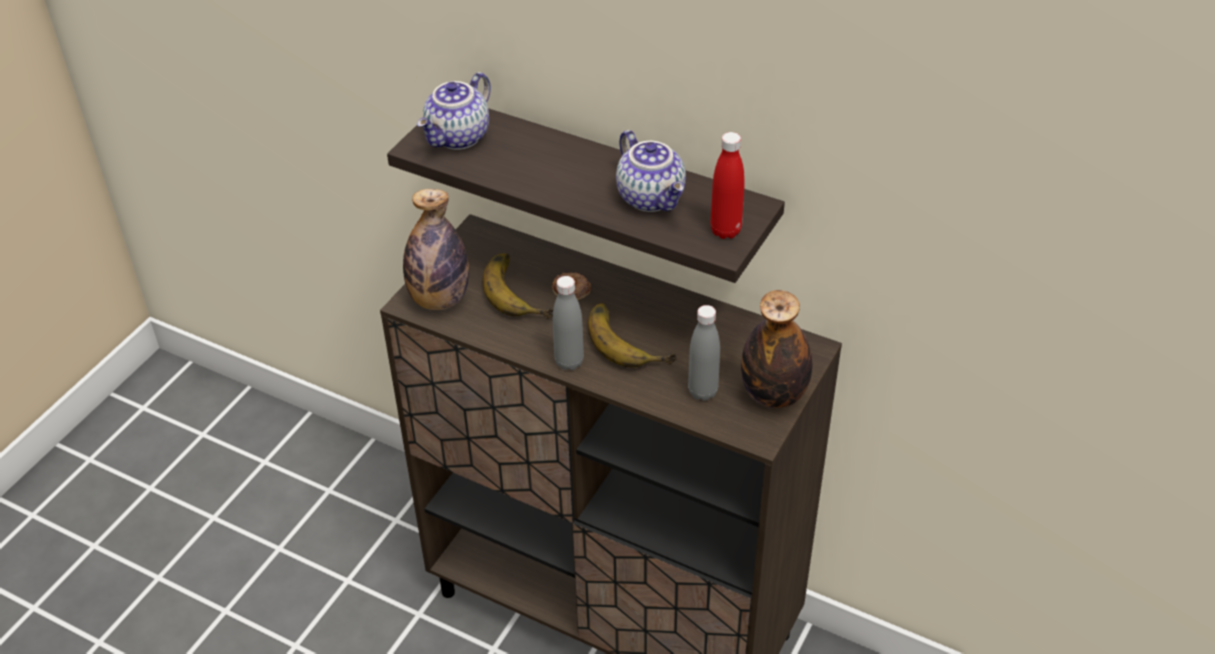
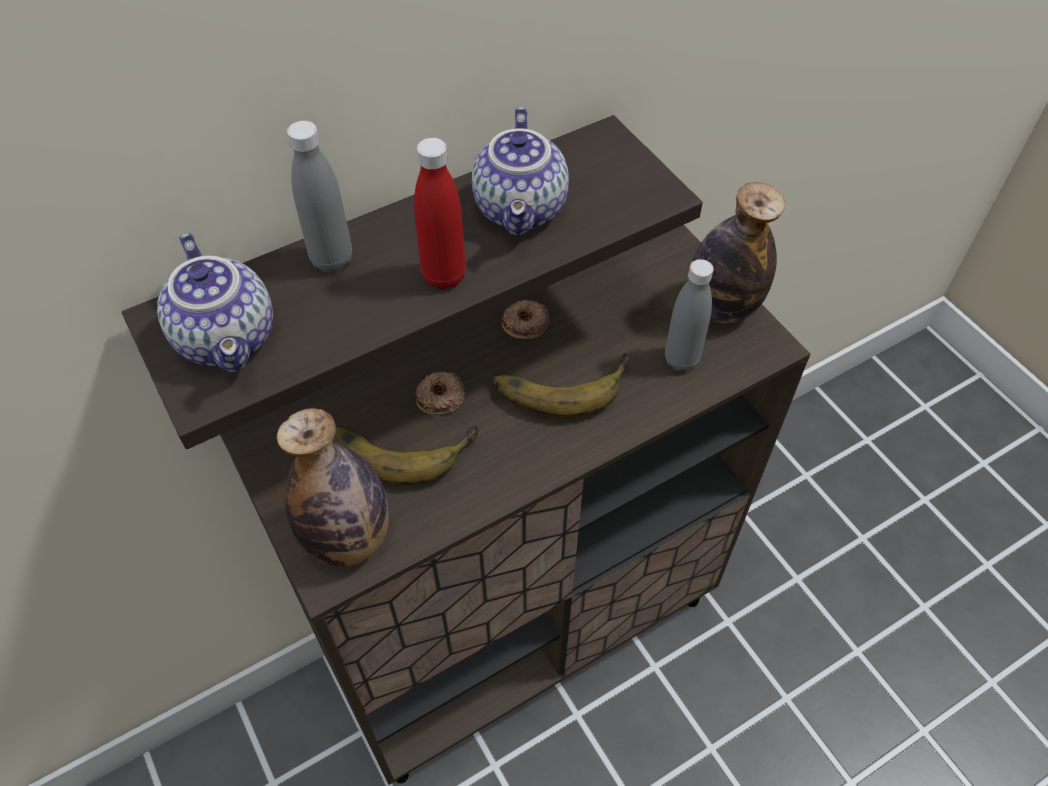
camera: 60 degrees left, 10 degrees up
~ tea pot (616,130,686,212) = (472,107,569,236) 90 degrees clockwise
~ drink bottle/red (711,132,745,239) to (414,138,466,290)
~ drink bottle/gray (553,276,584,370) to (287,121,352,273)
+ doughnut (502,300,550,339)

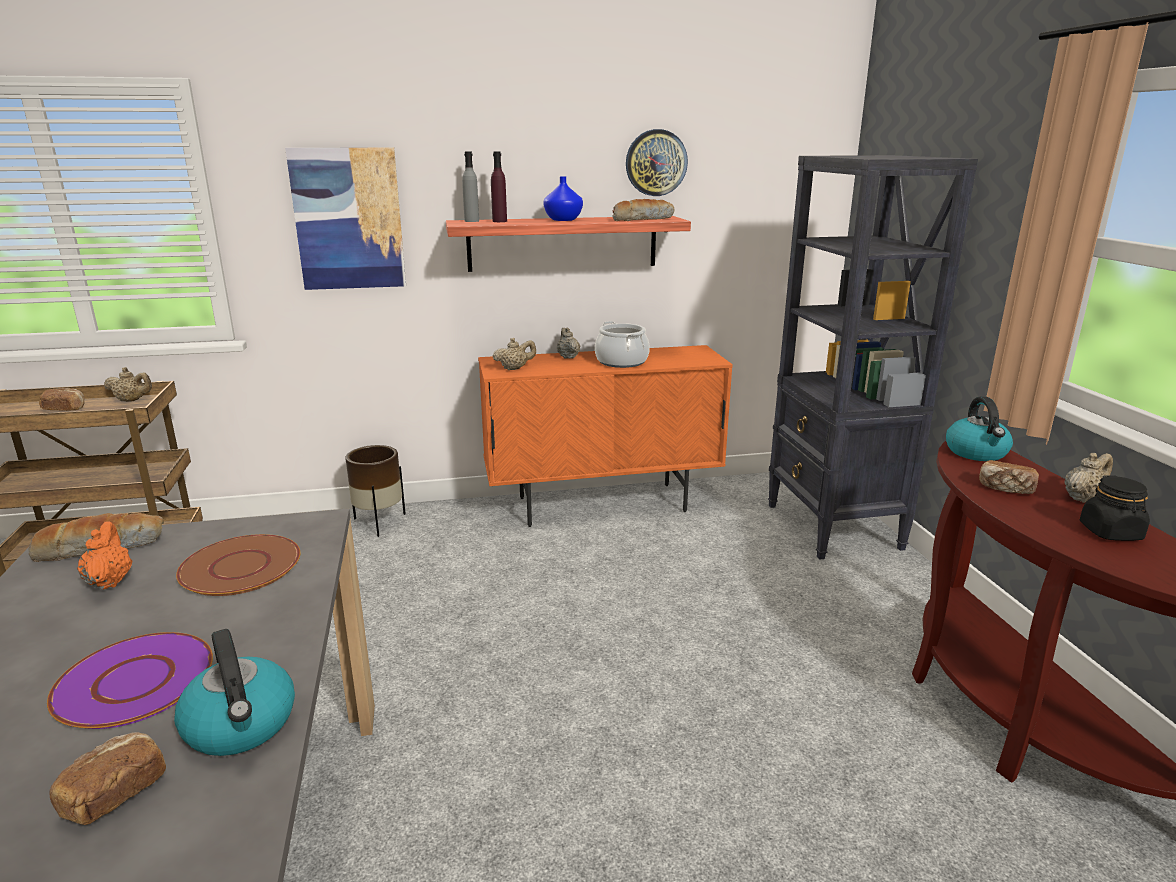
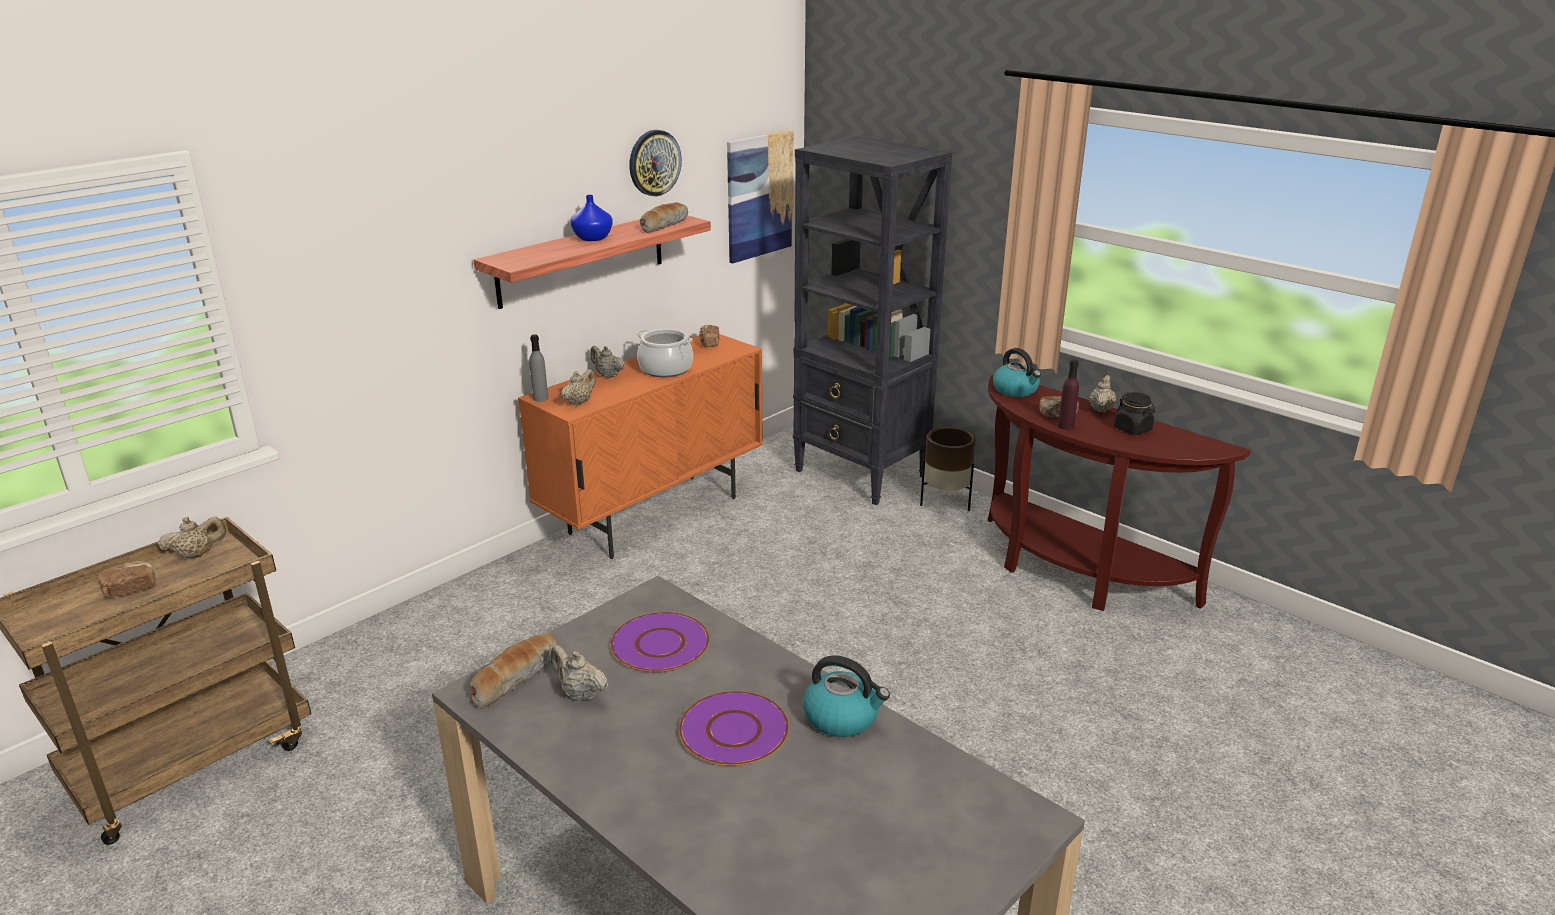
camera: 35 degrees left, 5 degrees up
~ wall picture (285,147,406,290) to (727,130,794,263)
~ drink bottle/gray (462,151,479,222) to (529,334,549,402)
~ drink bottle/purplish (491,151,507,222) to (1058,360,1079,430)
~ planter/brown-coloured (345,445,406,537) to (920,427,976,511)
~ tea pot/orange-coloured (77,521,132,590) to tea pot/beige-coloured (550,645,608,701)
~ plate/brown-coloured (176,534,300,596) to plate/purplish (610,612,710,673)
~ bread (50,732,166,825) to (699,325,719,347)

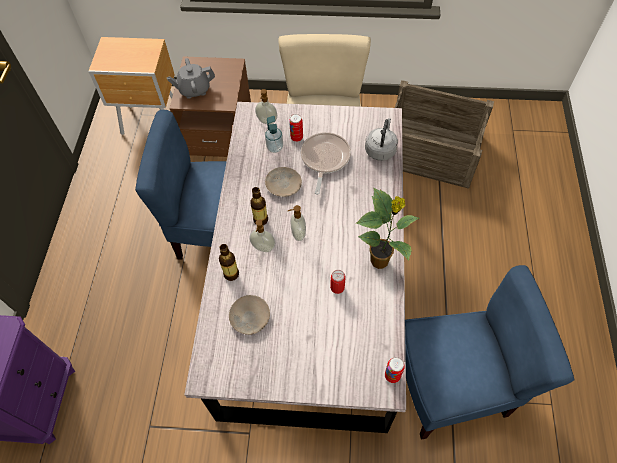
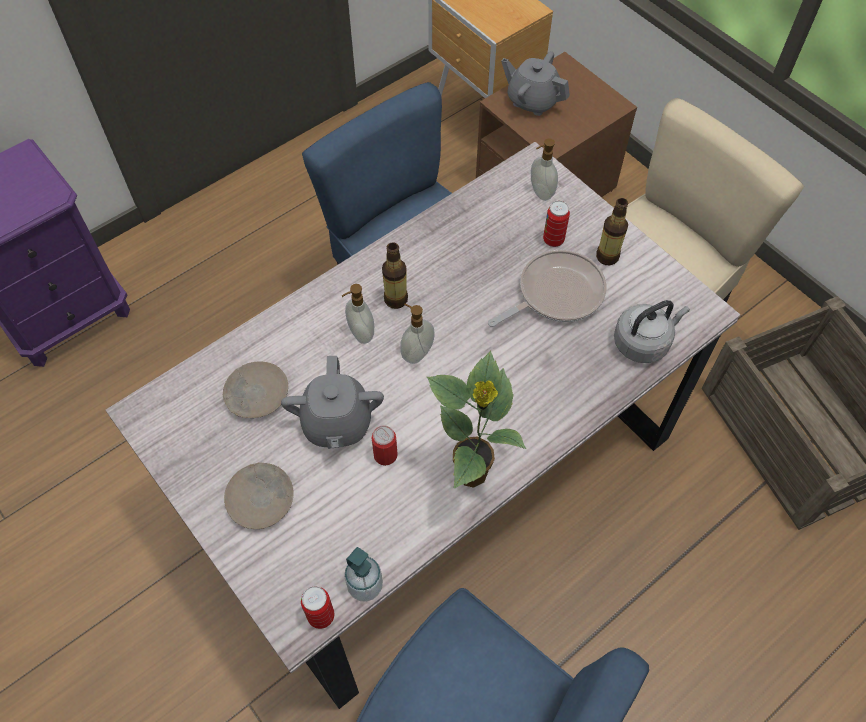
camera: 45 degrees right, 0 degrees up
~ soap bottle (265,116,283,153) to (344,547,383,602)
~ plate/beige-coloured (265,167,302,197) to (224,463,294,529)
~ drink bottle (219,244,239,281) to (596,198,628,265)
+ tea pot/gray (281,356,384,449)

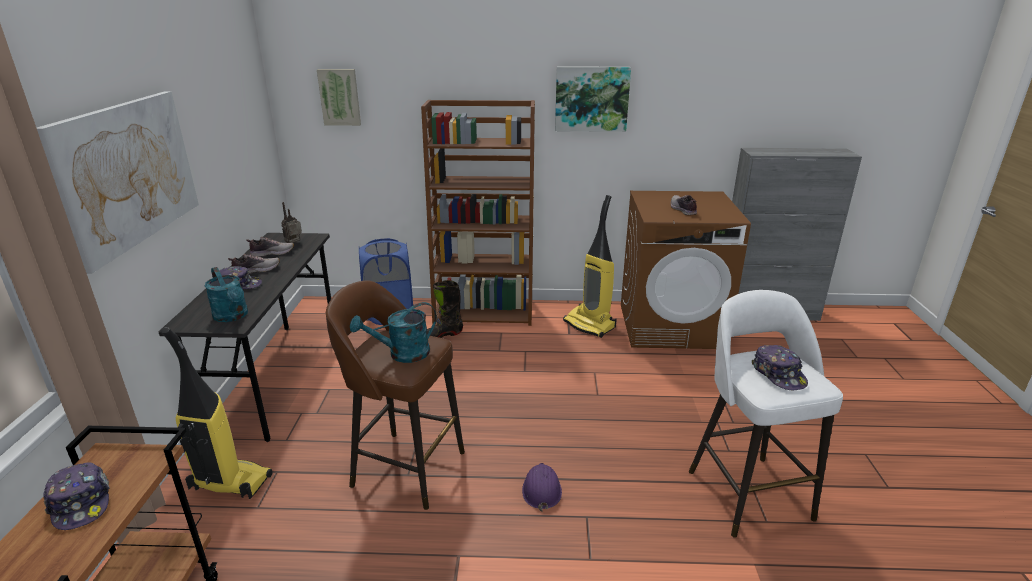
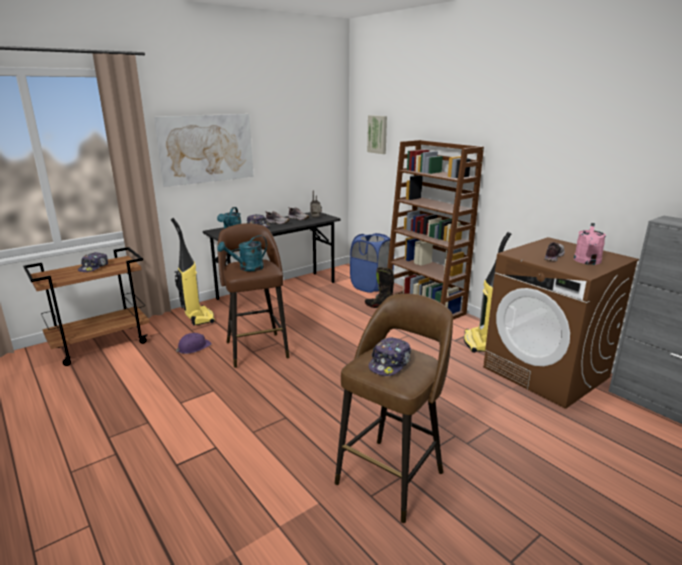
camera: 50 degrees right, 5 degrees down
- wall picture (555,66,631,132)
~ stool seat/whitish (689,290,843,538) to stool seat/brown-coloured (335,294,453,523)
~ watering can/turquoise-coloured (350,302,437,363) = (217,235,267,271) 60 degrees counterclockwise
~ work helmet/purplish (522,463,562,512) to (176,333,212,354)
+ watering can/pinkish (574,223,606,265)

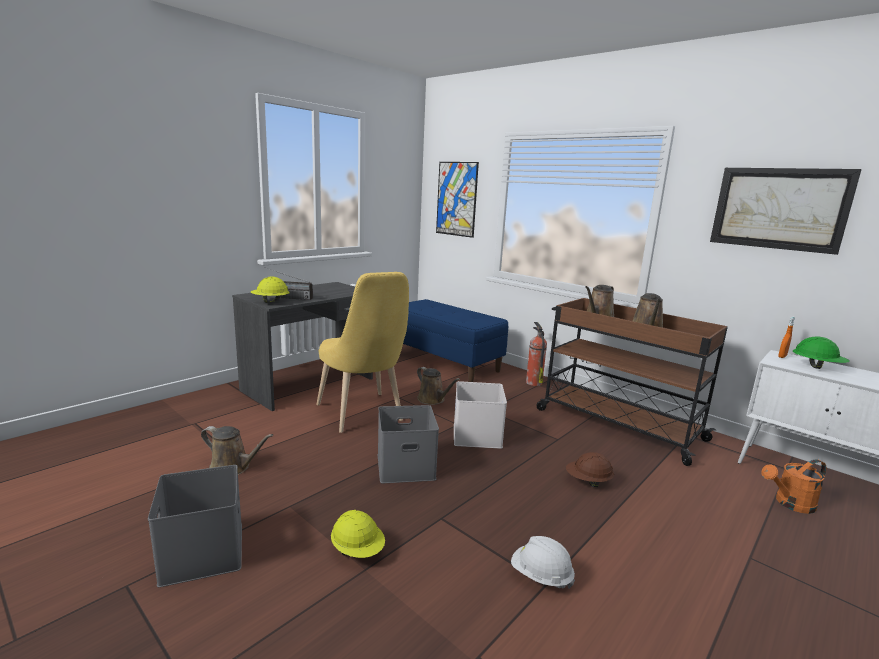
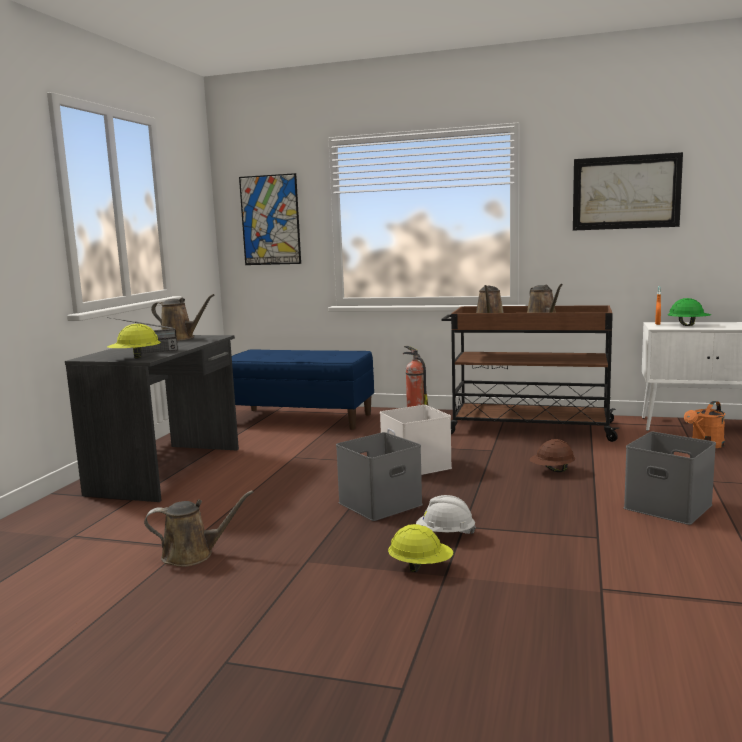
camera: 25 degrees left, 5 degrees down
- upright chair/yellowish (316,272,409,433)
~ watering can/brown-coloured (417,367,460,405) to (151,294,214,341)
~ storage box/gray (148,465,242,587) to (624,432,716,525)
~ work helmet/whitish (511,536,575,589) to (416,495,476,534)

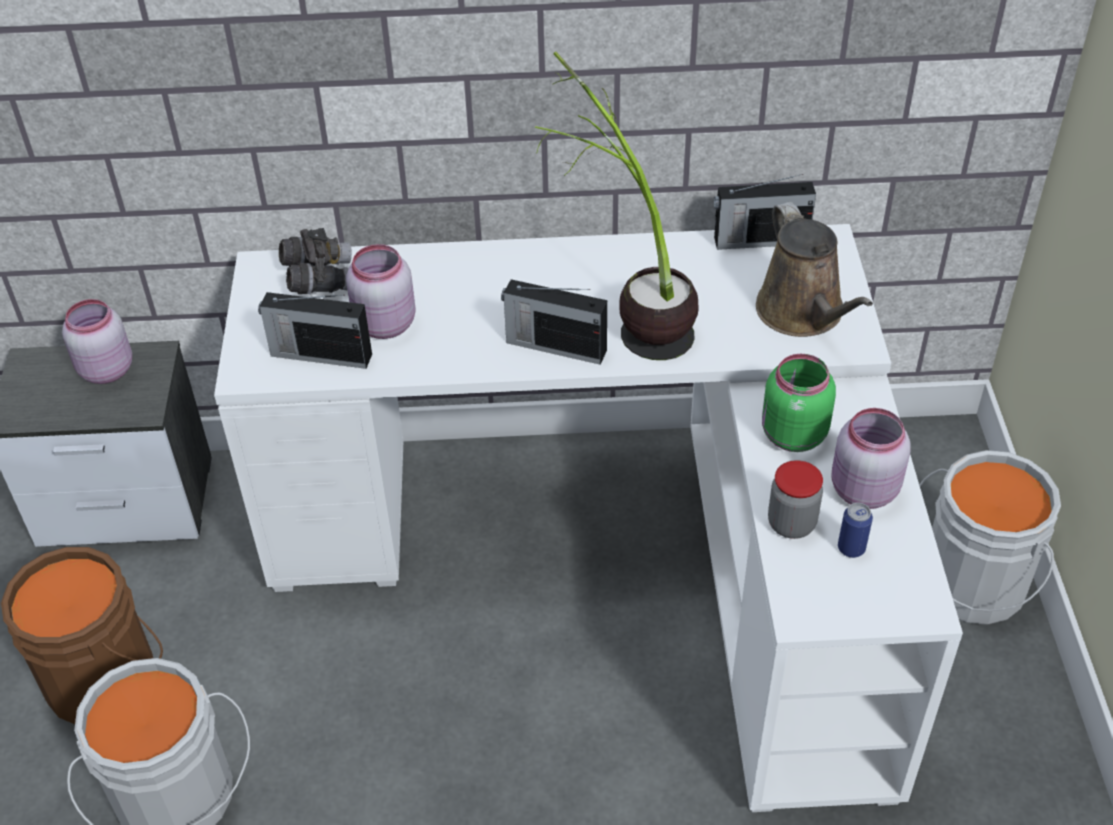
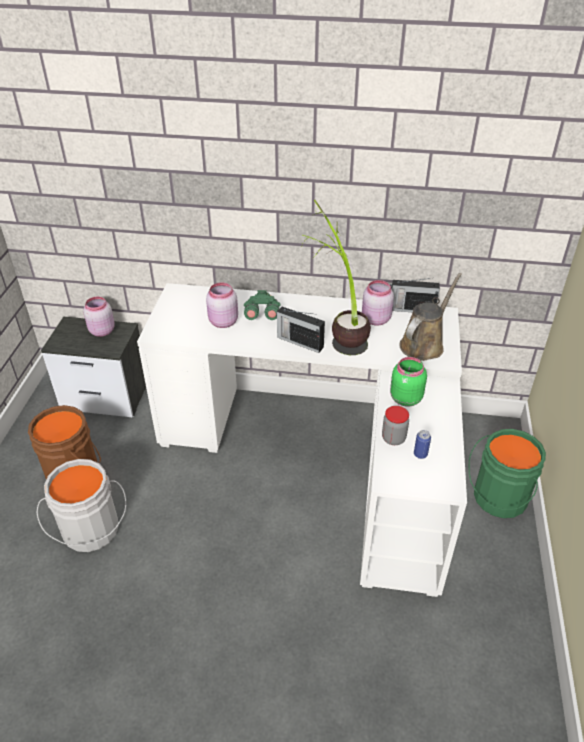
camera: 10 degrees right, 5 degrees down
~ watering can/brown-coloured (756,202,873,337) = (399,273,462,361) 135 degrees counterclockwise
- field glasses/gray (279,228,352,294)
- radio (258,292,372,369)
~ storage jar/pinkish (831,408,911,509) to (362,280,394,326)
~ bucket/gray (919,450,1061,625) to bucket/green-coloured (469,429,546,518)
+ field glasses/green-coloured (244,290,280,320)

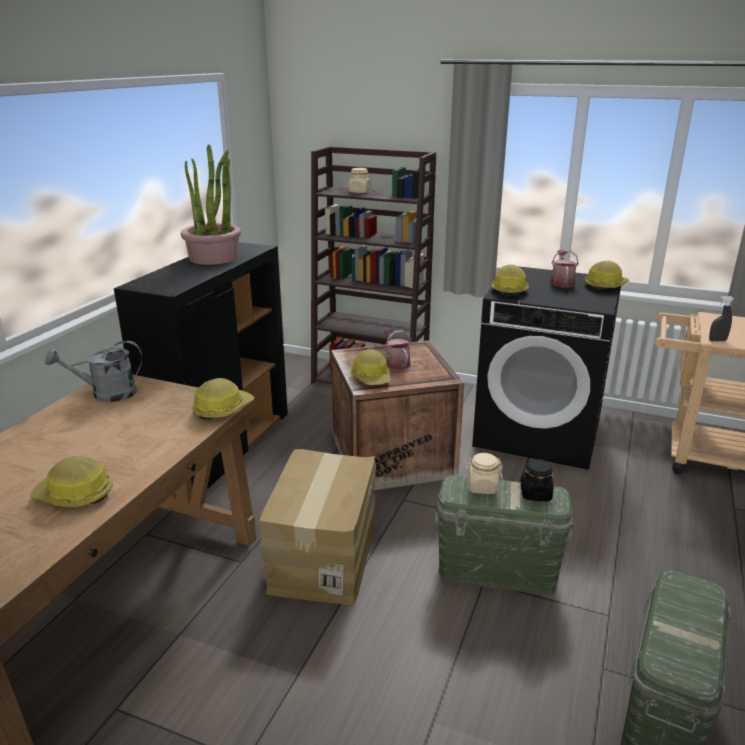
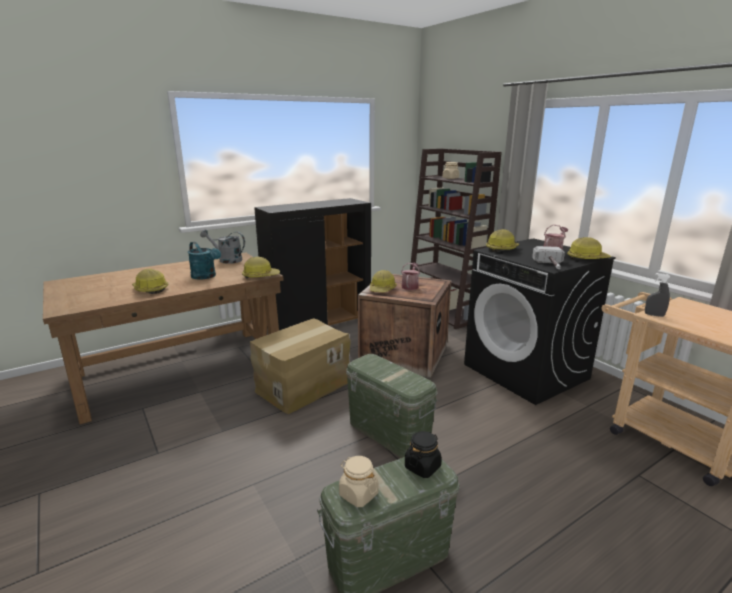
camera: 35 degrees right, 5 degrees down
- plant in a pot (181,145,241,265)
~ storage jar/beige-coloured (465,453,503,494) to (339,456,378,507)
~ storage jar/blackish (521,459,553,501) to (405,431,442,478)
+ watering can/turquoise-coloured (188,242,221,279)
+ hammer (532,246,565,269)

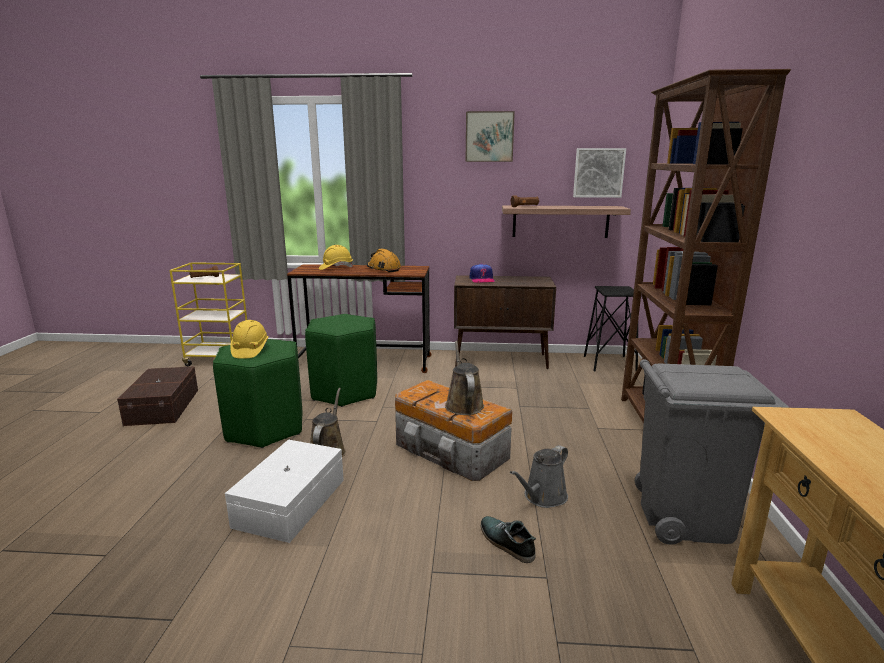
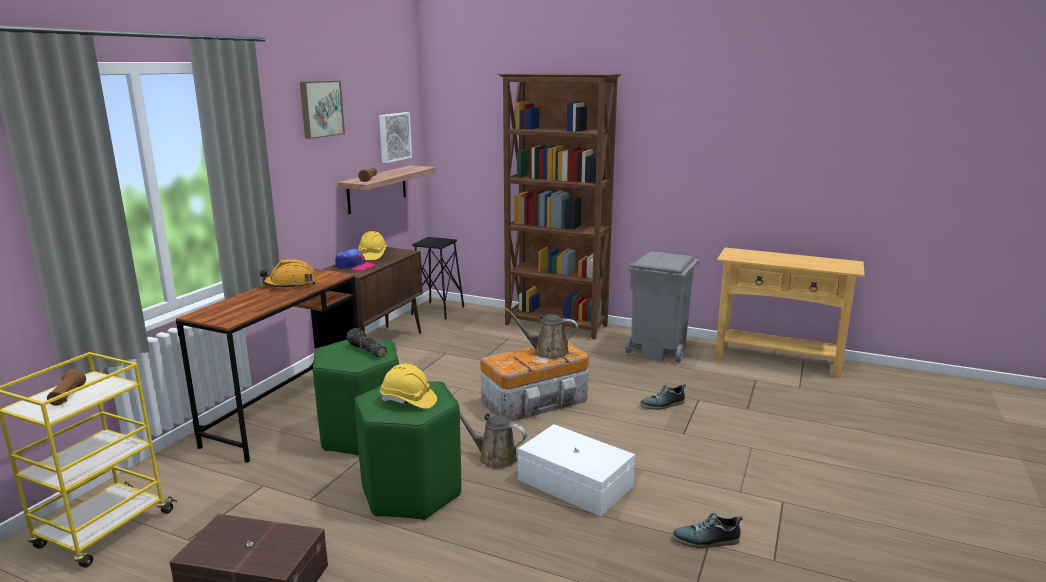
camera: 70 degrees left, 0 degrees up
~ work helmet/yellowish (319,245,353,270) to (358,231,387,260)
- watering can/gray (510,445,568,508)
+ torch (346,328,387,358)
+ low shoe (672,513,743,548)

